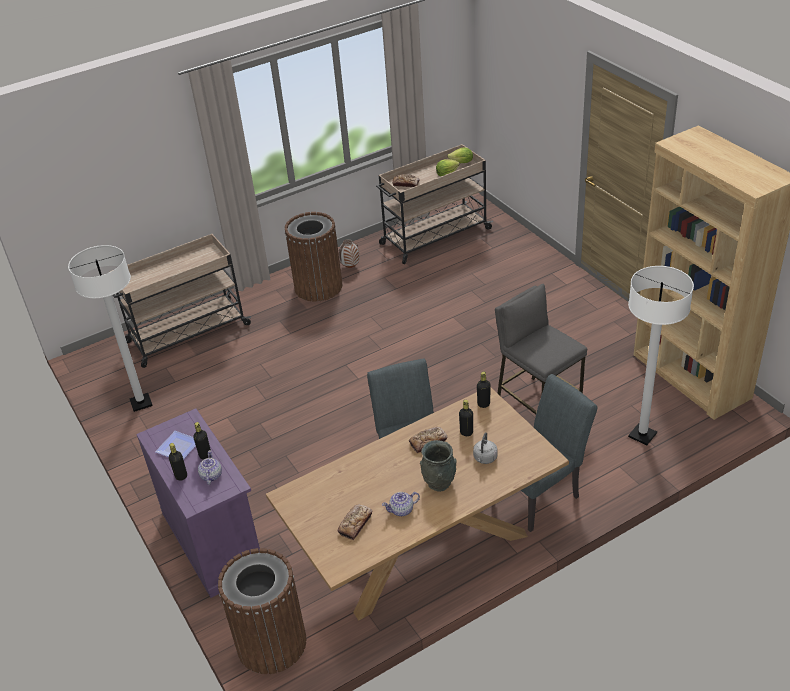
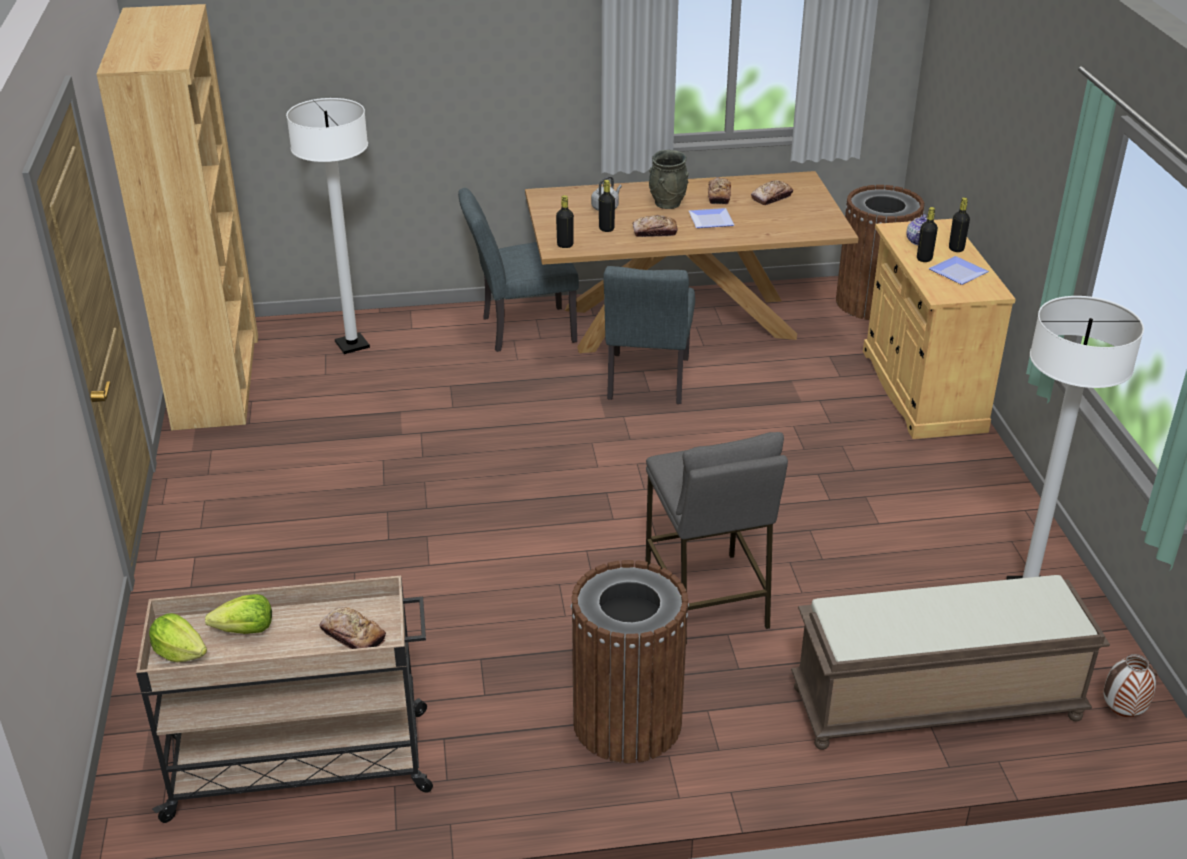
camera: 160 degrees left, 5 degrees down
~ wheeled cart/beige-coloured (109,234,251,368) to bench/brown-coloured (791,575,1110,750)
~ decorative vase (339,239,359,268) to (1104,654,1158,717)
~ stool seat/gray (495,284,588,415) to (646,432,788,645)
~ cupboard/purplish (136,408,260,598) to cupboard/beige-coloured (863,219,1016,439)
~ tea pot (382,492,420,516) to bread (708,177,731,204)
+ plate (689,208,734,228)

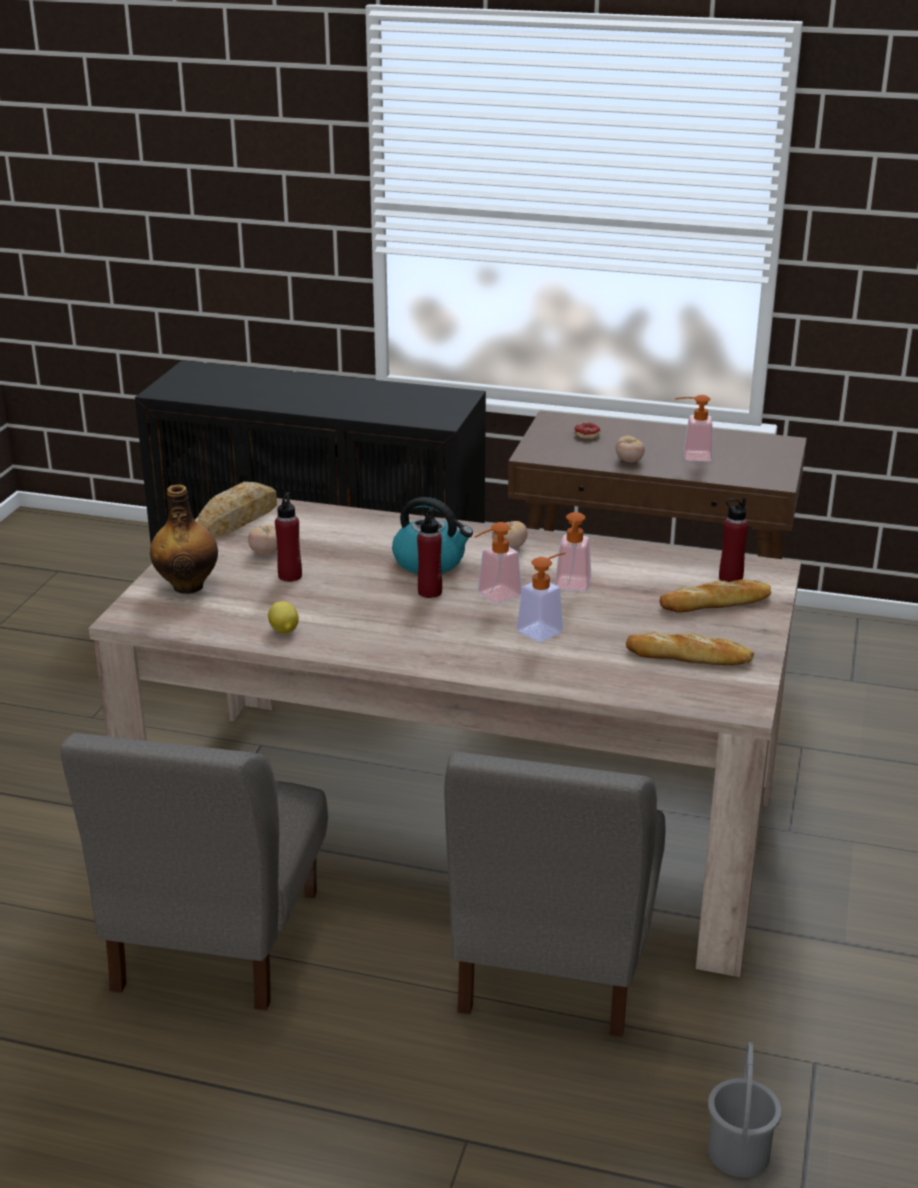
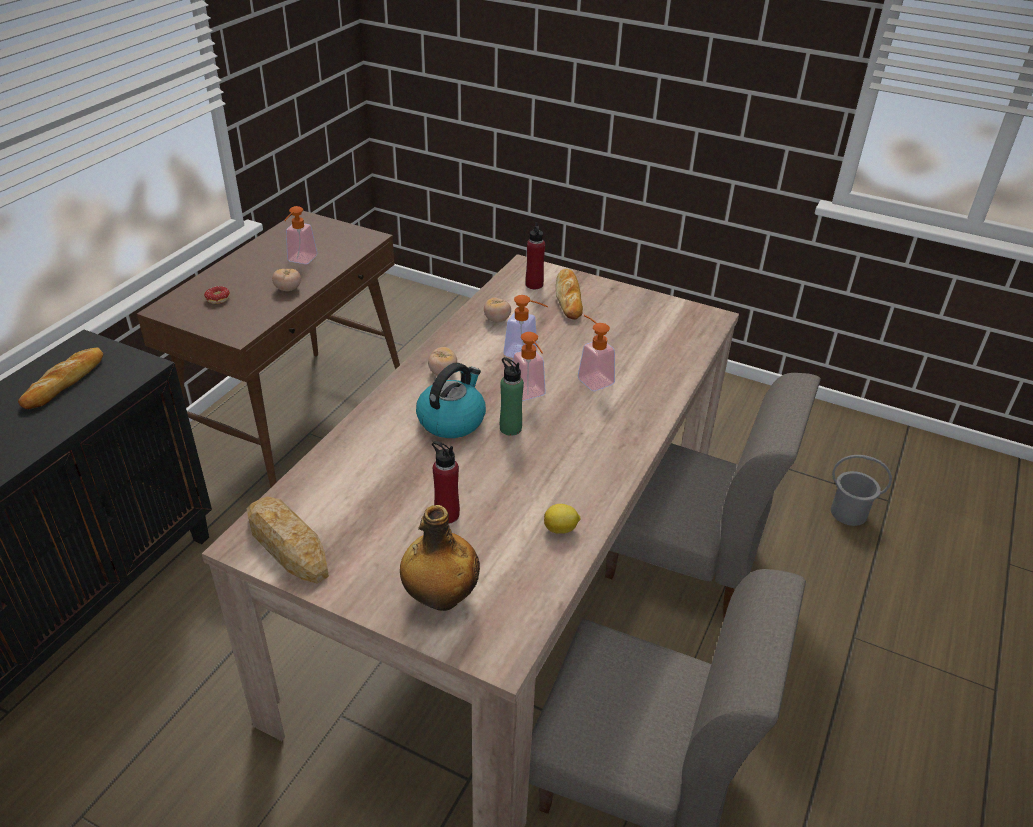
camera: 80 degrees left, 10 degrees up
~ drink bottle/red (417,507,442,598) to drink bottle/green-coloured (500,357,524,436)
~ tomato (248,525,277,554) to (484,297,511,323)
~ bread (626,632,754,665) to (18,348,104,409)

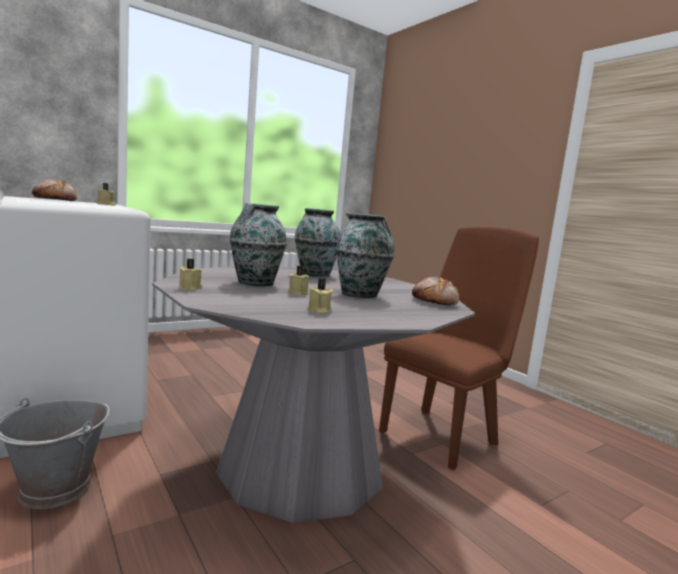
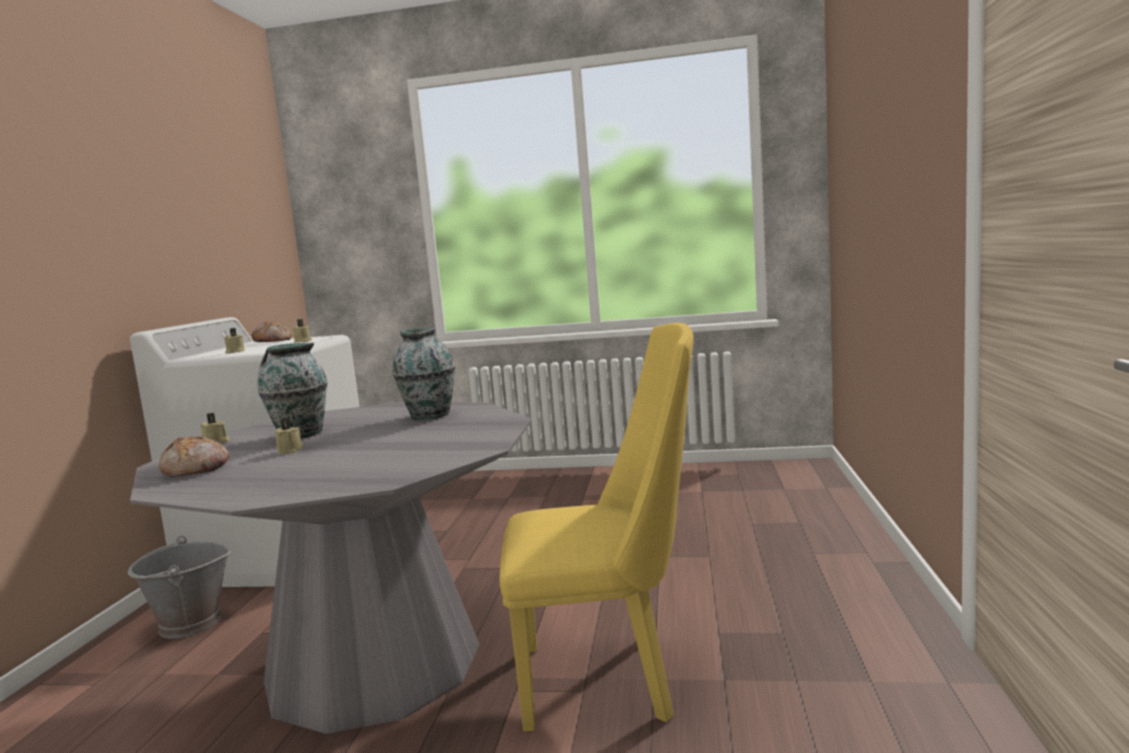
camera: 45 degrees right, 0 degrees up
- decorative vase (336,213,394,298)
~ upright chair/brown-coloured (379,226,539,470) to upright chair/yellowish (500,323,693,732)
~ bread (412,277,459,306) to (159,436,230,477)
~ wax candle/beige-coloured (307,278,333,314) to (225,328,245,354)

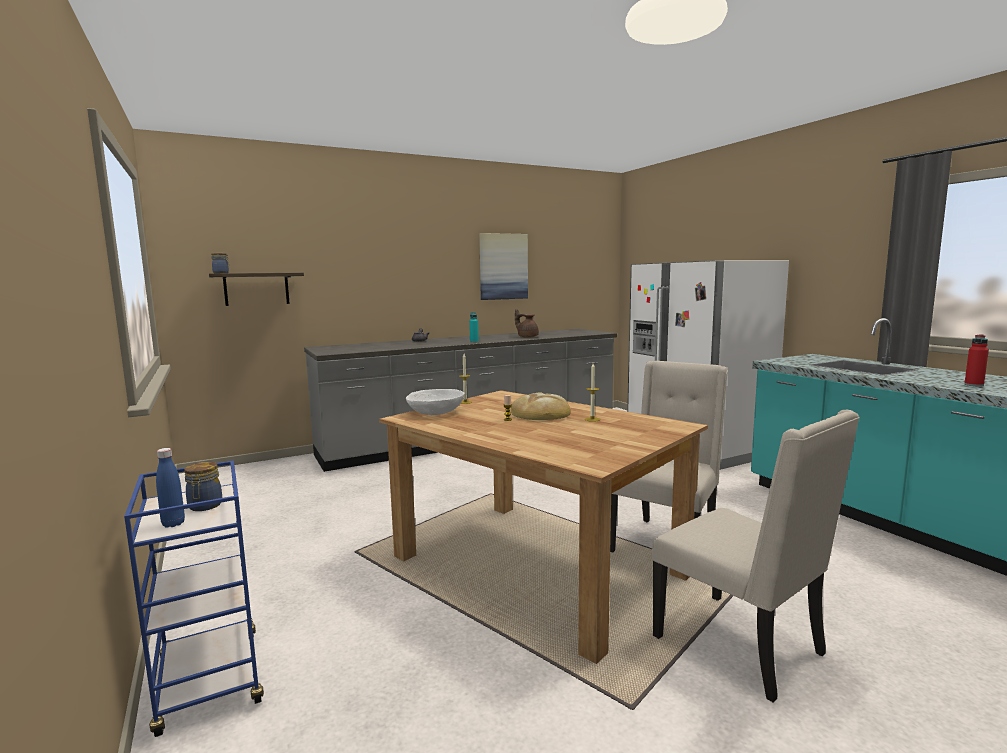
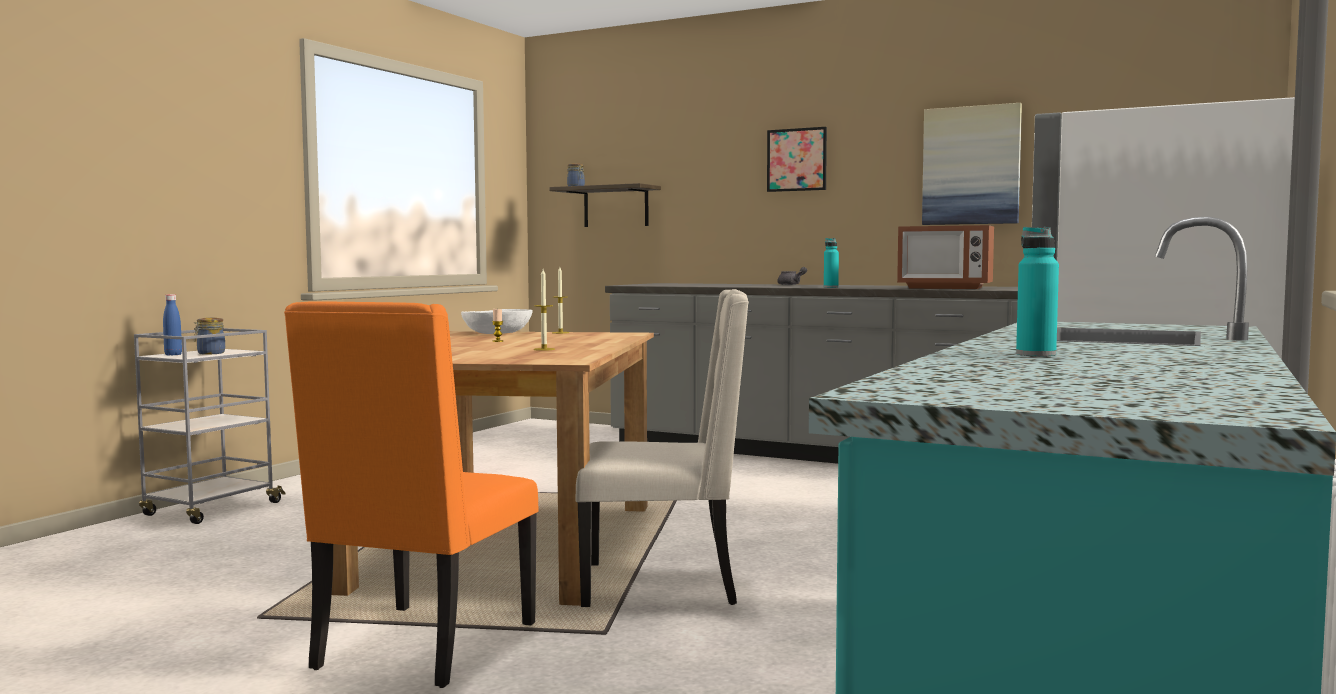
camera: 55 degrees right, 5 degrees down
~ tea pot/brown-coloured (515,309,539,338) to microwave (897,225,994,289)
~ drink bottle/red (964,334,989,387) to drink bottle/turquoise-coloured (1016,227,1059,356)
- bread (511,392,571,420)
~ upright chair/beige-coloured (652,410,860,702) to upright chair/orange-coloured (284,301,539,688)
~ wheeled cart/blue (124,461,264,737) to wheeled cart/gray (134,328,286,524)
+ wall picture (767,127,827,192)

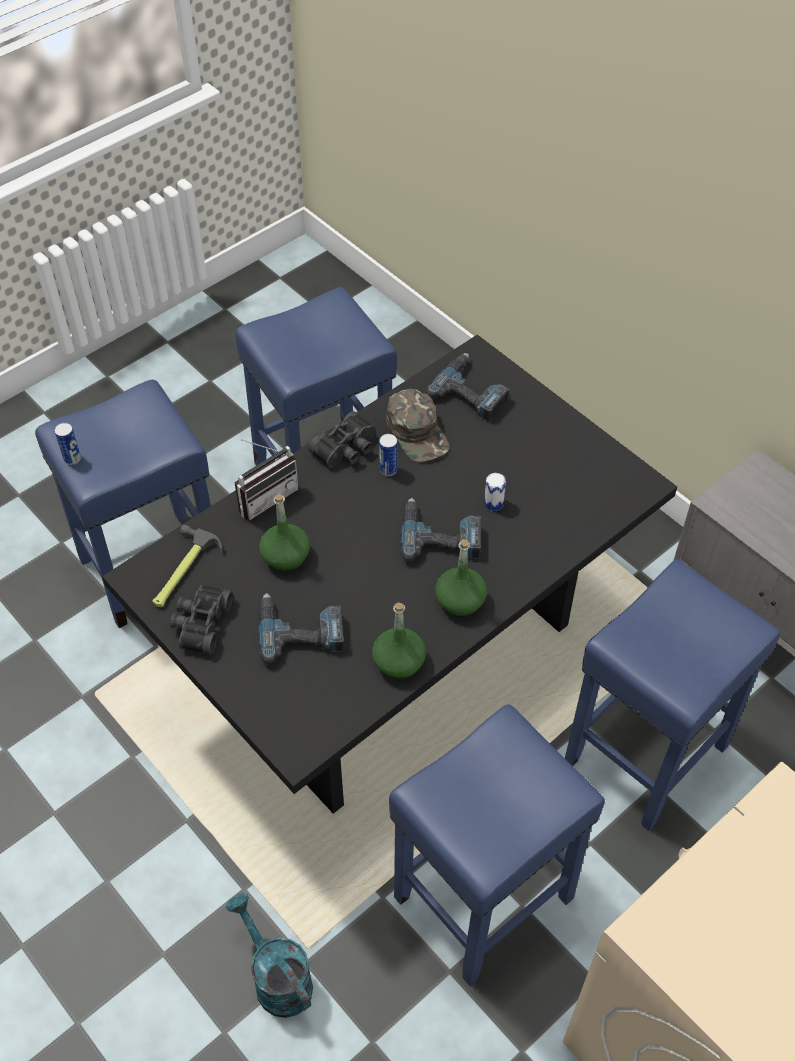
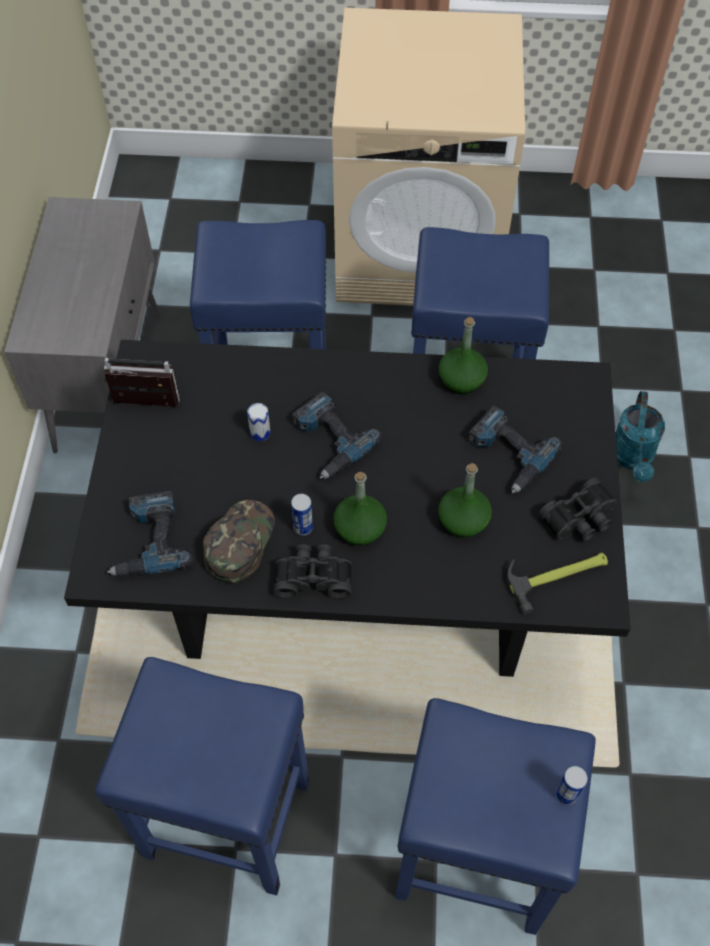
camera: 135 degrees left, 5 degrees up
~ radio (235,439,299,521) to (104,358,180,407)
~ drink bottle/green-coloured (435,539,487,617) to (333,472,387,546)

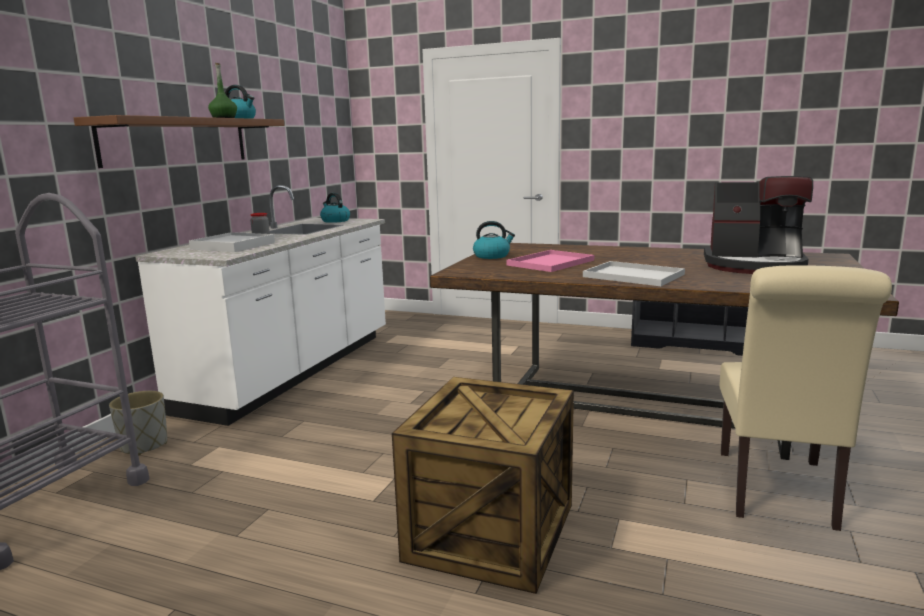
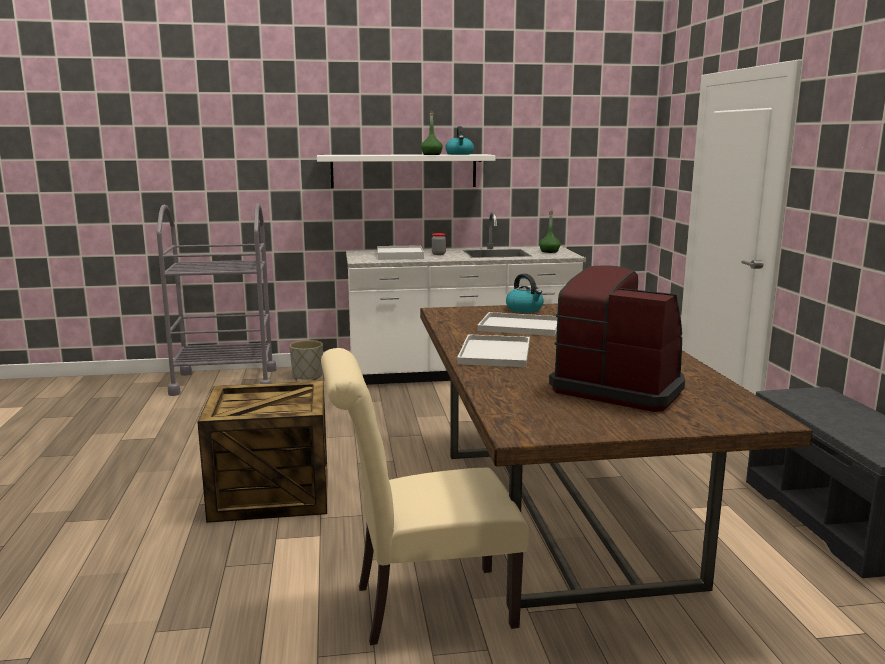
camera: 60 degrees right, 0 degrees up
~ wall shelf/brown-coloured (74,115,284,168) to wall shelf/whitish (317,154,495,188)
~ coffee brewer (704,176,813,274) = (549,265,685,412) 135 degrees clockwise
~ water kettle (320,193,350,223) to drink bottle/green-coloured (539,211,561,253)
~ tray/pinkish (507,250,594,272) to tray/whitish (477,312,557,336)

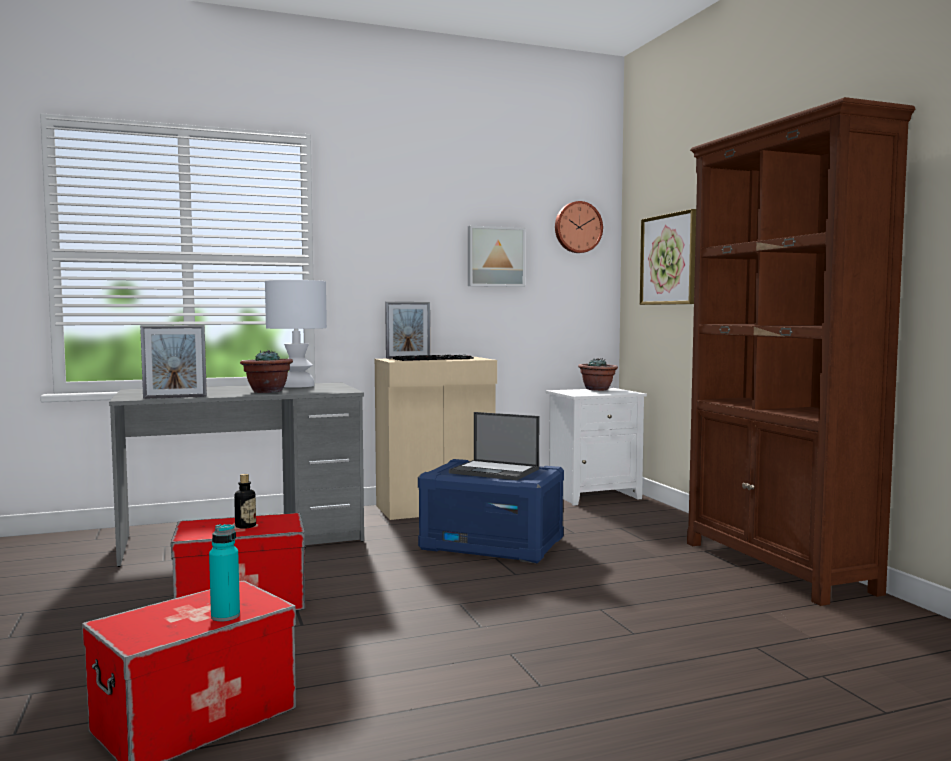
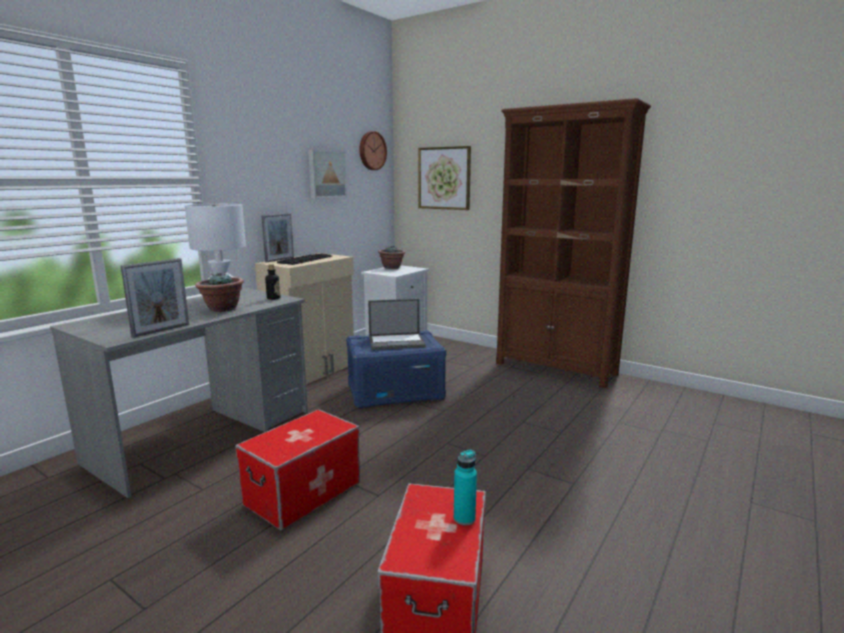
camera: 35 degrees left, 10 degrees up
~ drink bottle (234,474,256,529) to (265,264,280,300)

